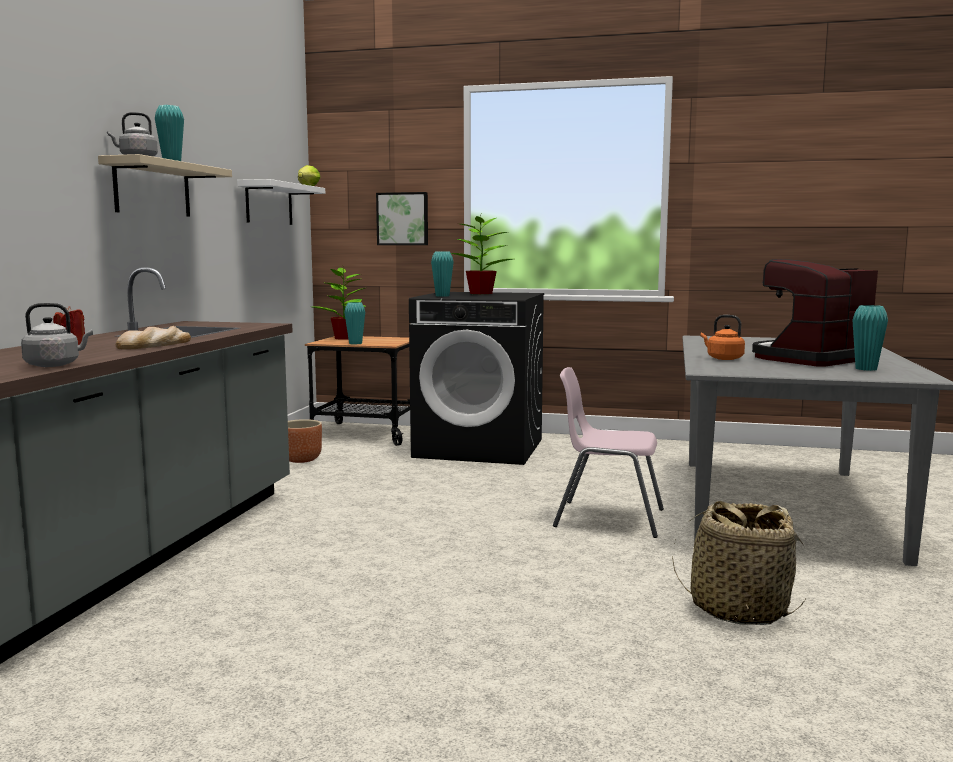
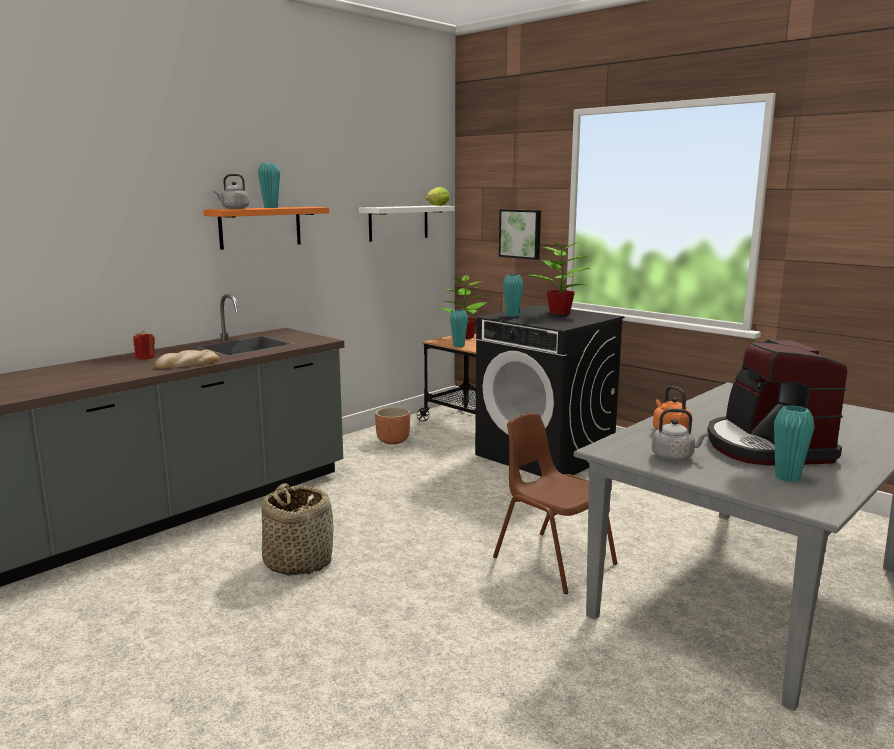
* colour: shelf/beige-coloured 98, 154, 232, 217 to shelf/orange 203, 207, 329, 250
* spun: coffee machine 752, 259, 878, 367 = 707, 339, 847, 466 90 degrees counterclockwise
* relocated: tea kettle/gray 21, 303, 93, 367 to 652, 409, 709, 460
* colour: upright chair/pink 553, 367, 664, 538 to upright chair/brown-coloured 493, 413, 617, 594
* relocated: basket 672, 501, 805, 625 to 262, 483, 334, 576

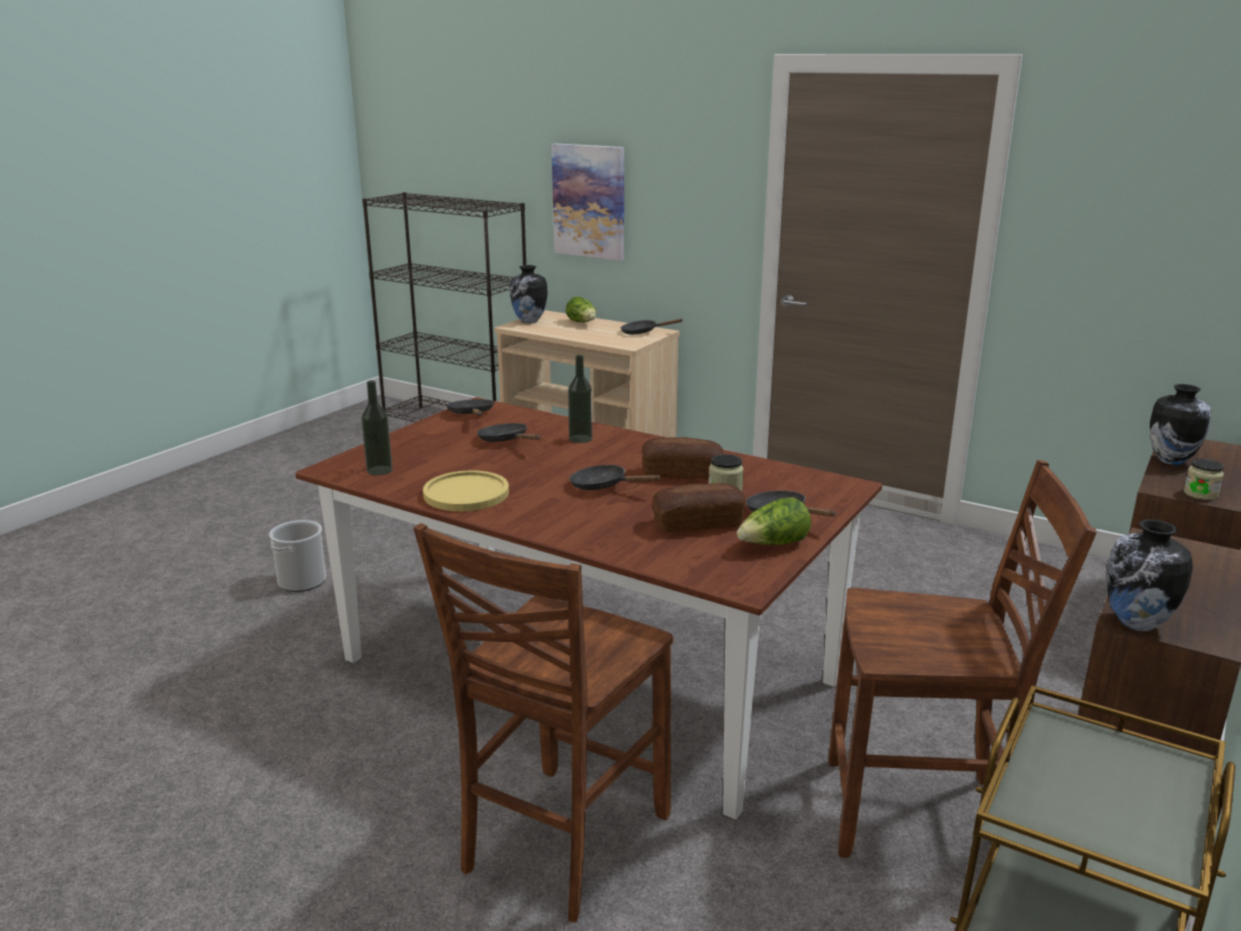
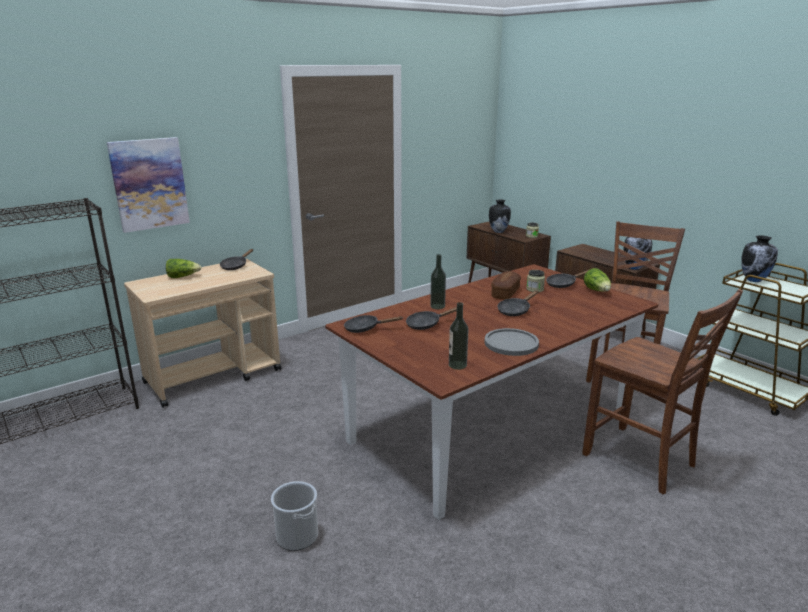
* relocated: vase 510, 265, 548, 323 to 741, 235, 778, 282
* colour: plate/yellow 423, 471, 509, 511 to plate/gray 484, 328, 539, 356
* missing: baked bread 652, 483, 745, 532

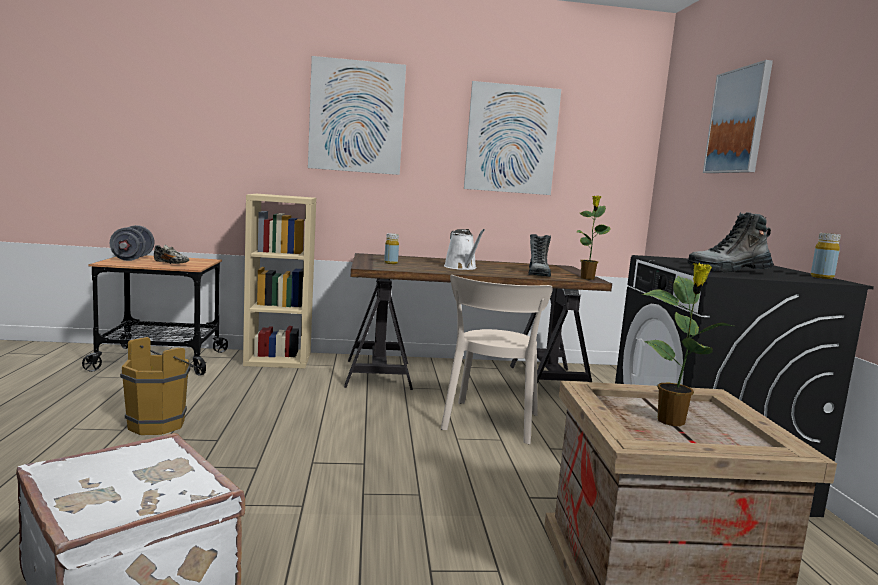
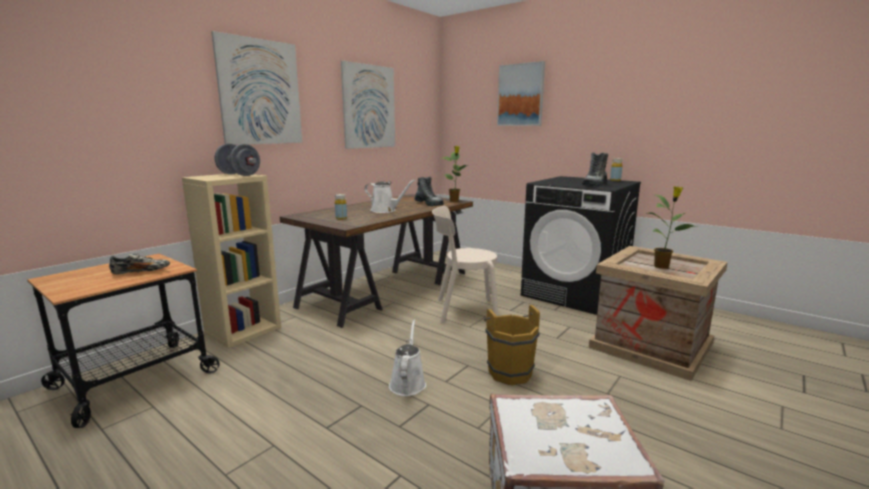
* relocated: dumbbell/gray 110, 225, 154, 261 to 215, 144, 260, 176
* spun: upright chair/beige-coloured 441, 275, 553, 444 = 432, 206, 499, 324 120 degrees clockwise
* relocated: pail/brown-coloured 120, 337, 196, 435 to 484, 305, 540, 385
* appeared: sprinkling can/white-coloured 389, 320, 426, 396

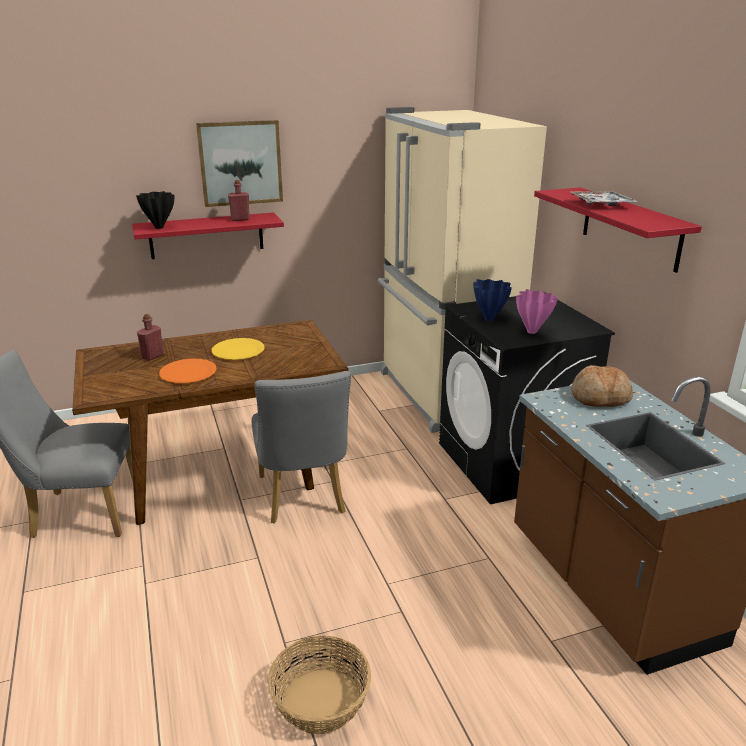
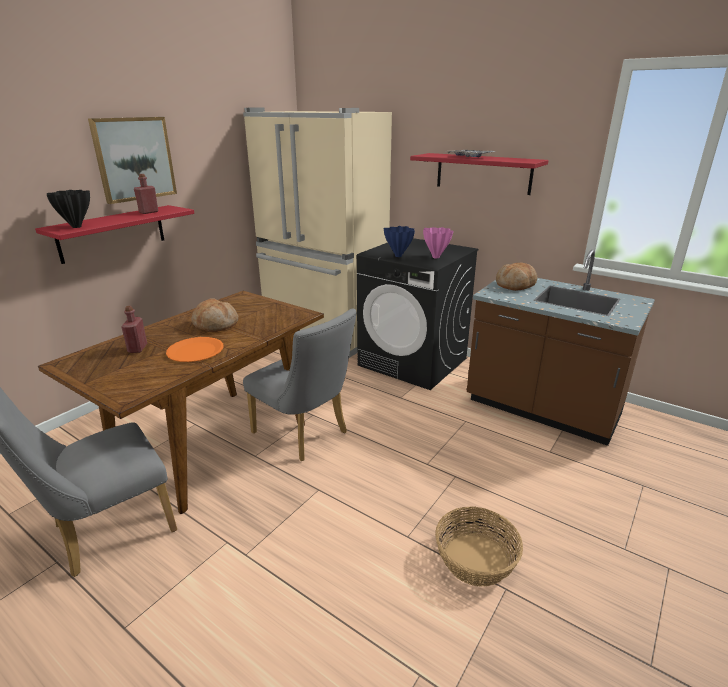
* exchanged: plate/yellow 212, 338, 265, 360 to baked bread 191, 299, 238, 332

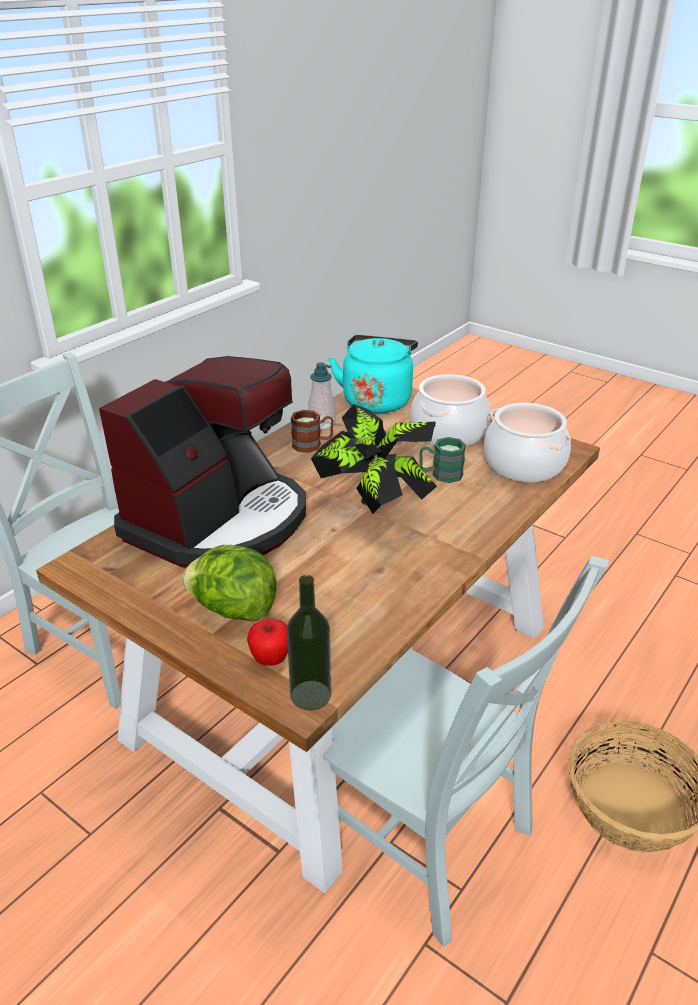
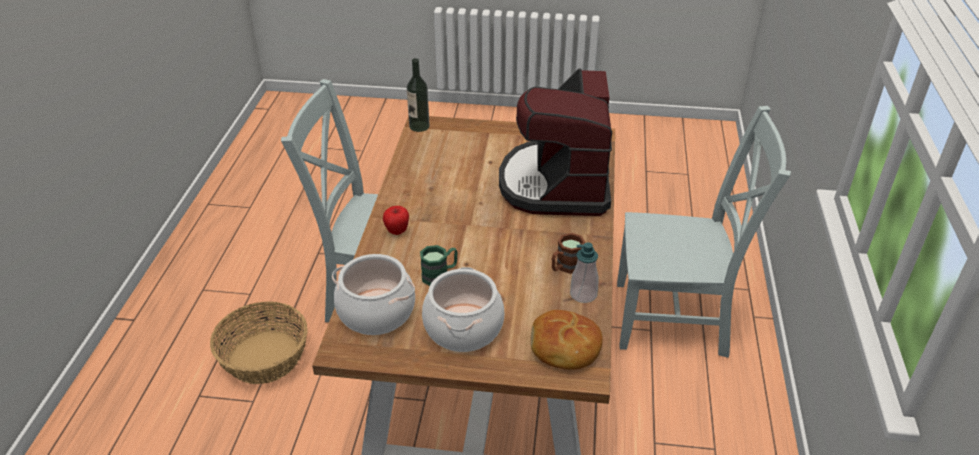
* exchanged: tea kettle/blue-green 329, 335, 418, 413 to baked bread 531, 310, 603, 370
* missing: houseplant 311, 404, 437, 514
* missing: lettuce 182, 545, 277, 622
* relocated: whole apple 247, 618, 288, 666 to 383, 206, 409, 235

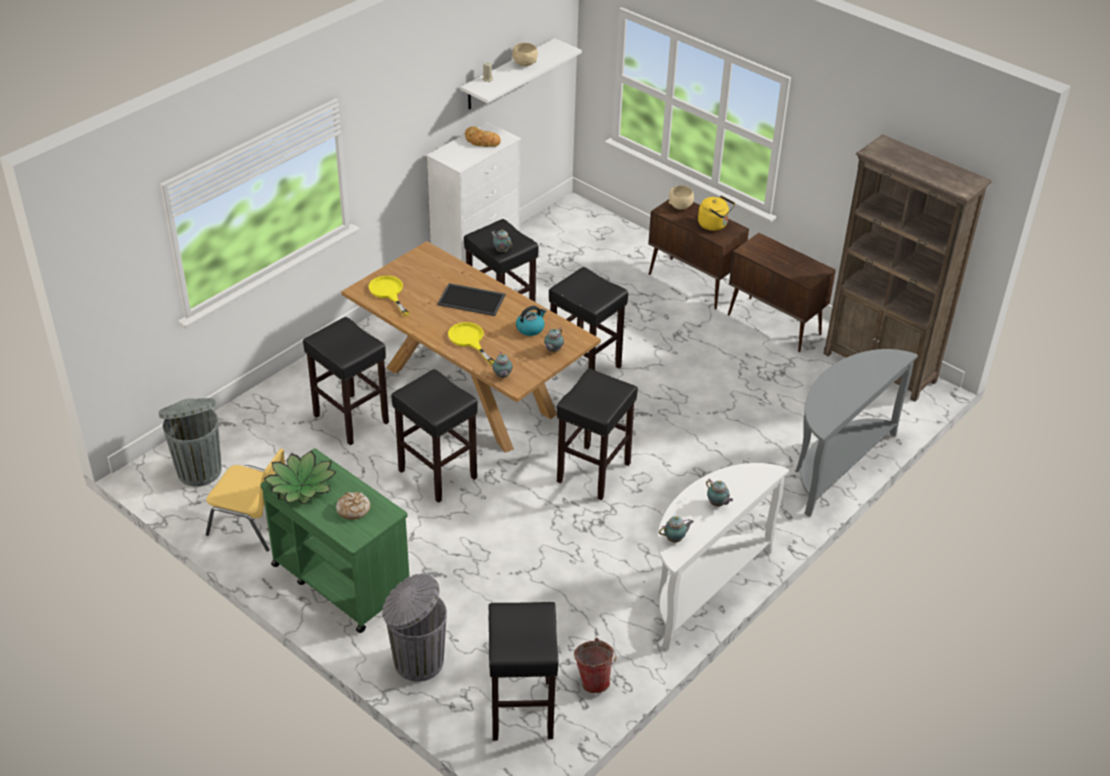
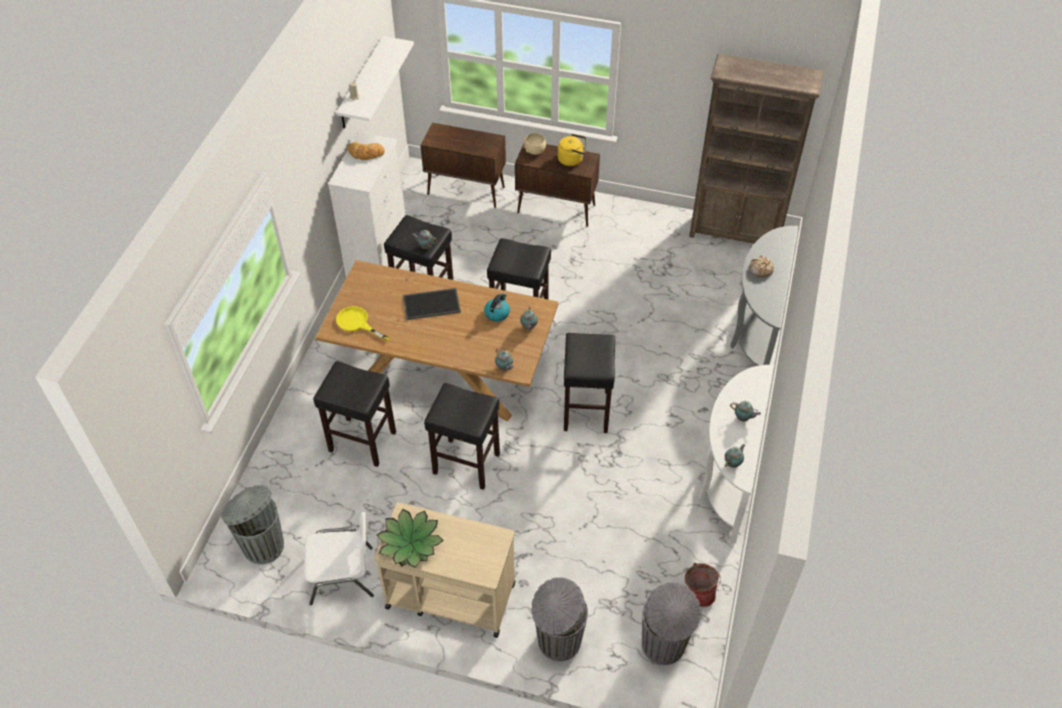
* missing: deep dish/beige-coloured 512, 43, 538, 66
* relocated: cabinet/brown-coloured 728, 233, 836, 352 to 420, 123, 506, 208
* missing: frying pan/yellow 448, 322, 494, 365
* colour: cart/greenish 260, 448, 409, 633 to cart/beige-coloured 374, 502, 515, 638
* colour: upright chair/yellow 206, 449, 285, 551 to upright chair/white-coloured 304, 512, 374, 605
* relocated: baked bread 336, 492, 370, 520 to 749, 256, 774, 277
* exchanged: sitting stool/blackish 489, 602, 559, 741 to waste bin/gray 642, 582, 701, 665

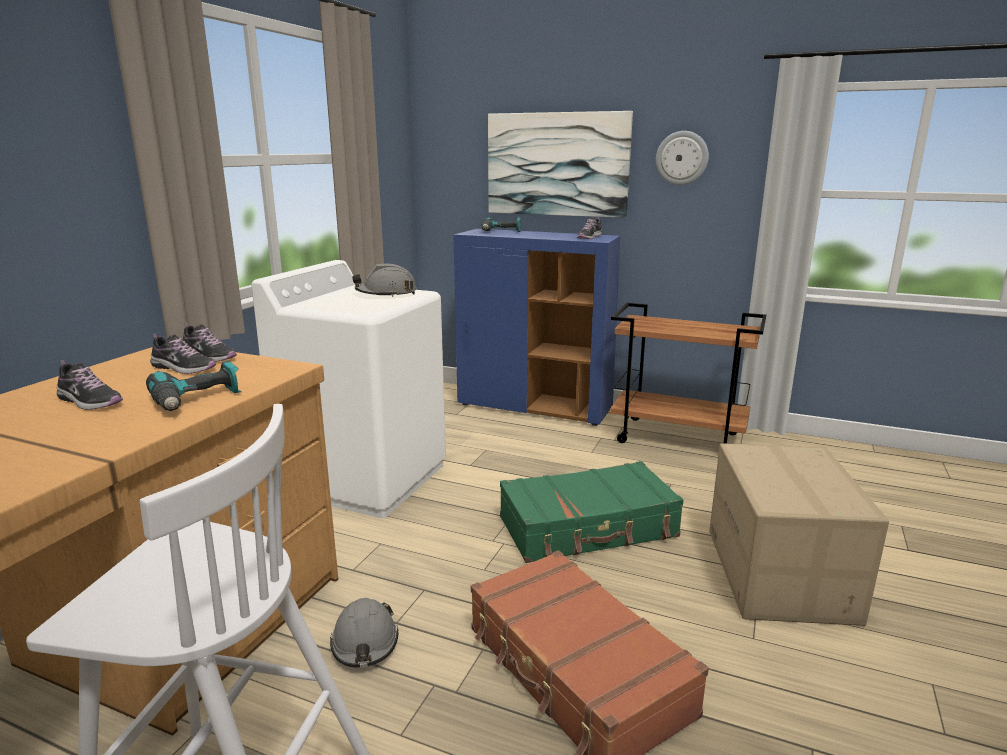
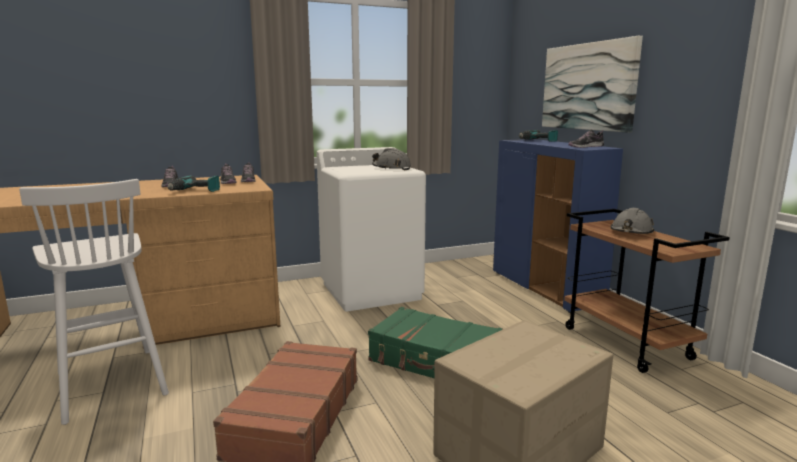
* missing: wall clock 656, 131, 709, 185
* relocated: safety helmet/gray 330, 598, 398, 667 to 610, 208, 654, 234

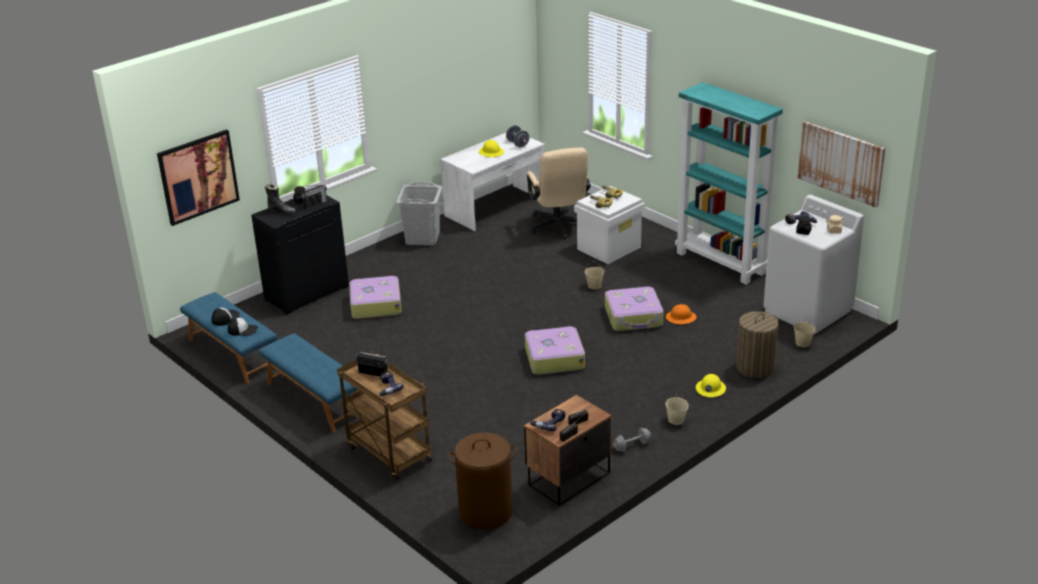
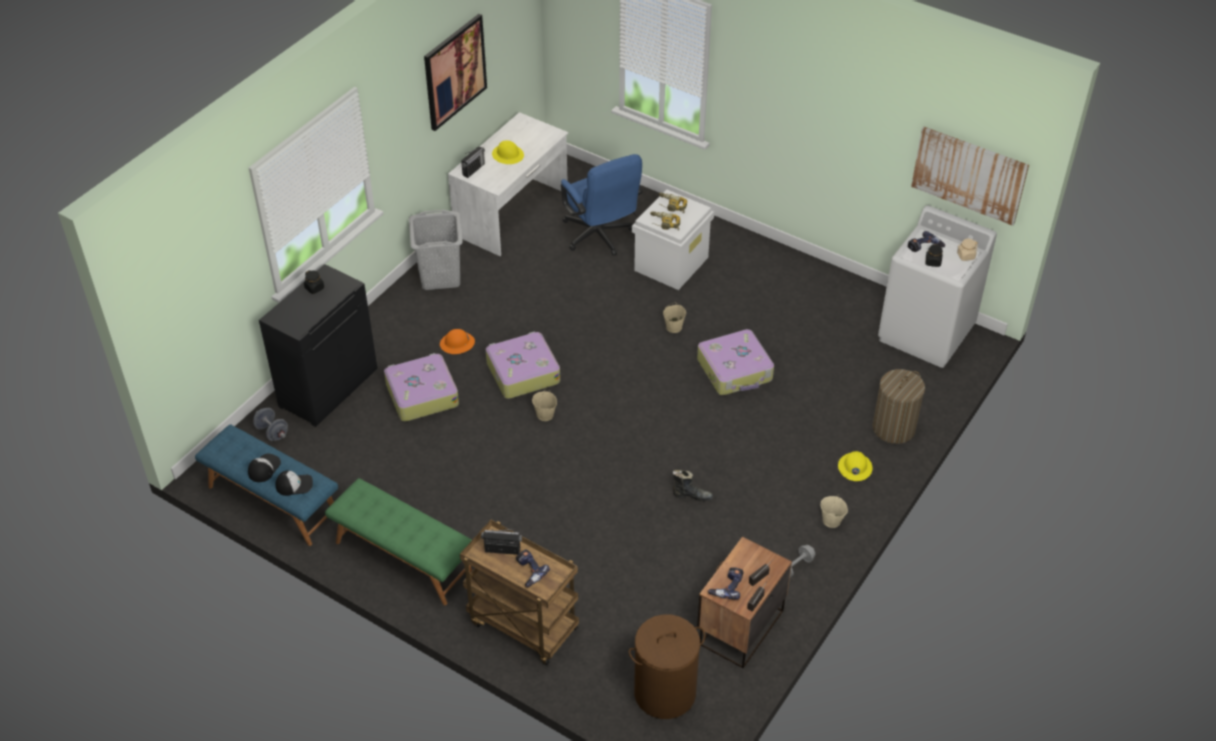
* missing: bookcase/blue-green 675, 82, 783, 285
* relocated: dumbbell/gray 506, 125, 529, 147 to 253, 408, 288, 441
* relocated: wall picture 157, 129, 240, 226 to 424, 14, 487, 131
* colour: office chair/beige-coloured 527, 148, 591, 239 to office chair/blue 561, 154, 643, 256
* relocated: tall boot/blackish 265, 184, 296, 214 to 673, 470, 713, 501
* relocated: radio 301, 185, 327, 209 to 461, 147, 485, 178
* relocated: safety helmet/orange 666, 304, 697, 324 to 440, 329, 475, 354
* relocated: pail/beige-coloured 794, 317, 815, 347 to 532, 389, 557, 421
* relocated: travel case 525, 326, 585, 375 to 486, 331, 560, 399
* colour: long seat/blue 259, 333, 359, 433 to long seat/greenish 325, 478, 472, 606

